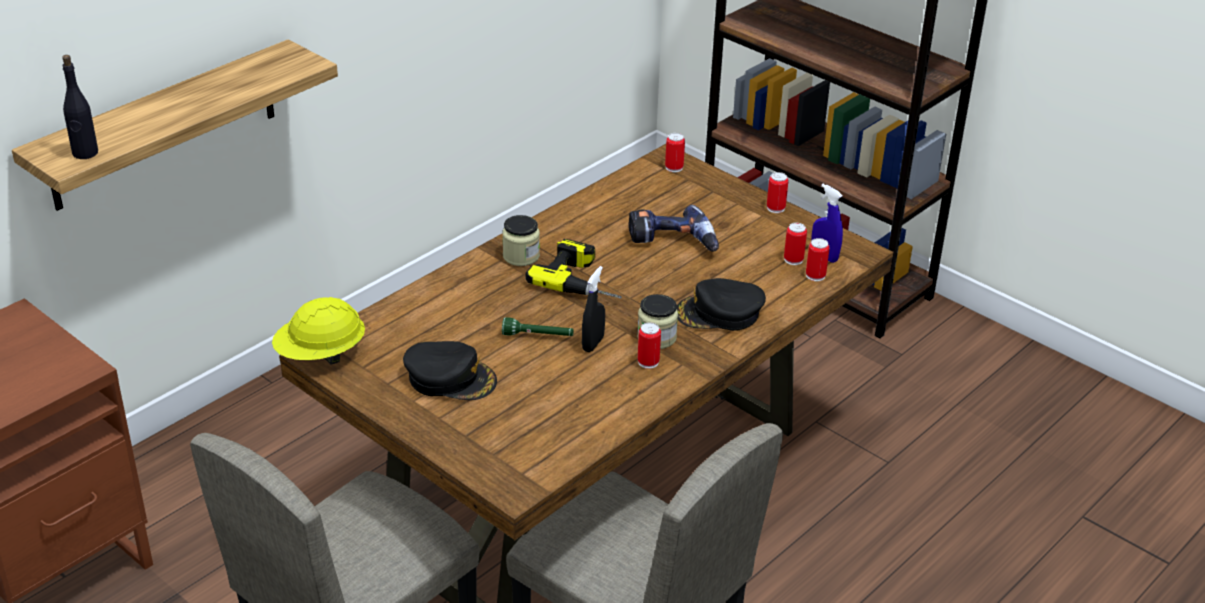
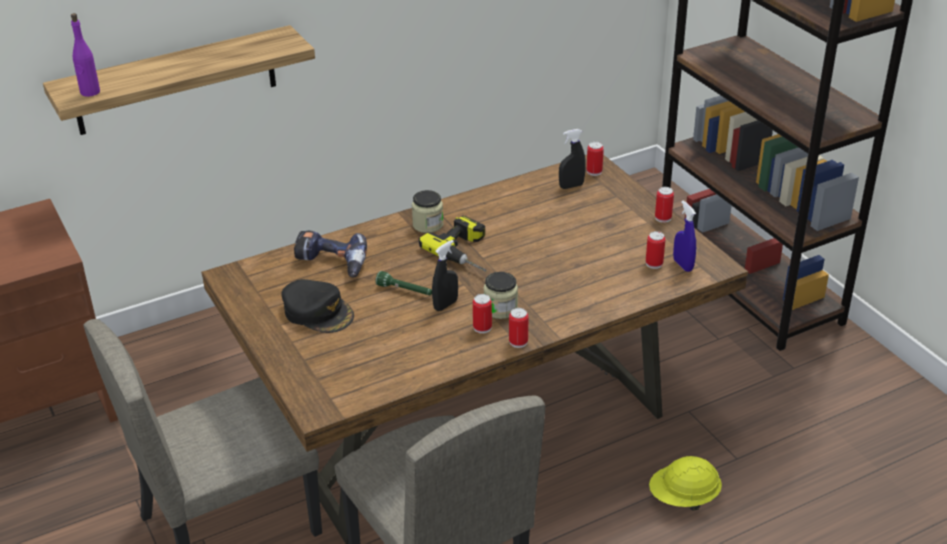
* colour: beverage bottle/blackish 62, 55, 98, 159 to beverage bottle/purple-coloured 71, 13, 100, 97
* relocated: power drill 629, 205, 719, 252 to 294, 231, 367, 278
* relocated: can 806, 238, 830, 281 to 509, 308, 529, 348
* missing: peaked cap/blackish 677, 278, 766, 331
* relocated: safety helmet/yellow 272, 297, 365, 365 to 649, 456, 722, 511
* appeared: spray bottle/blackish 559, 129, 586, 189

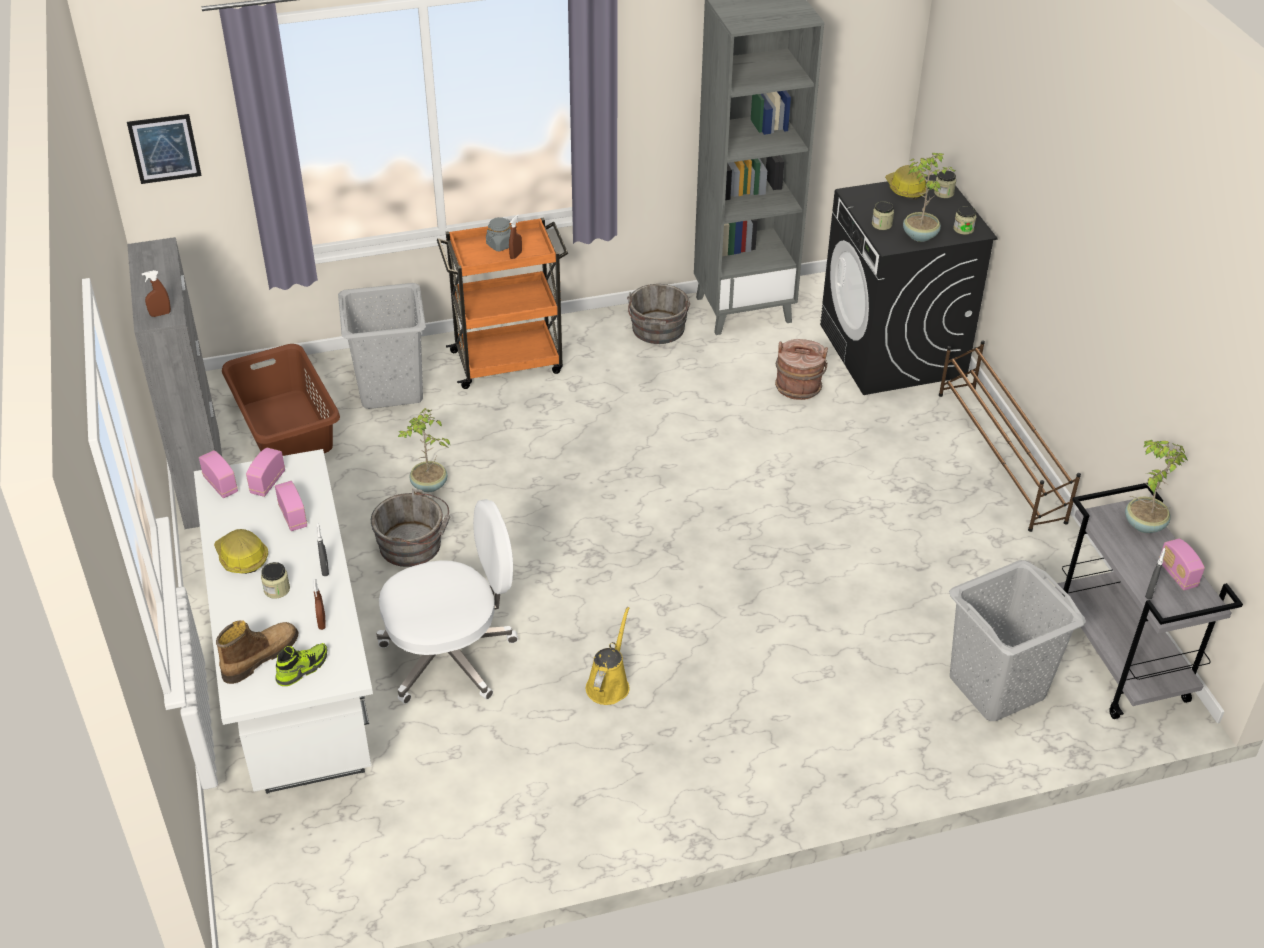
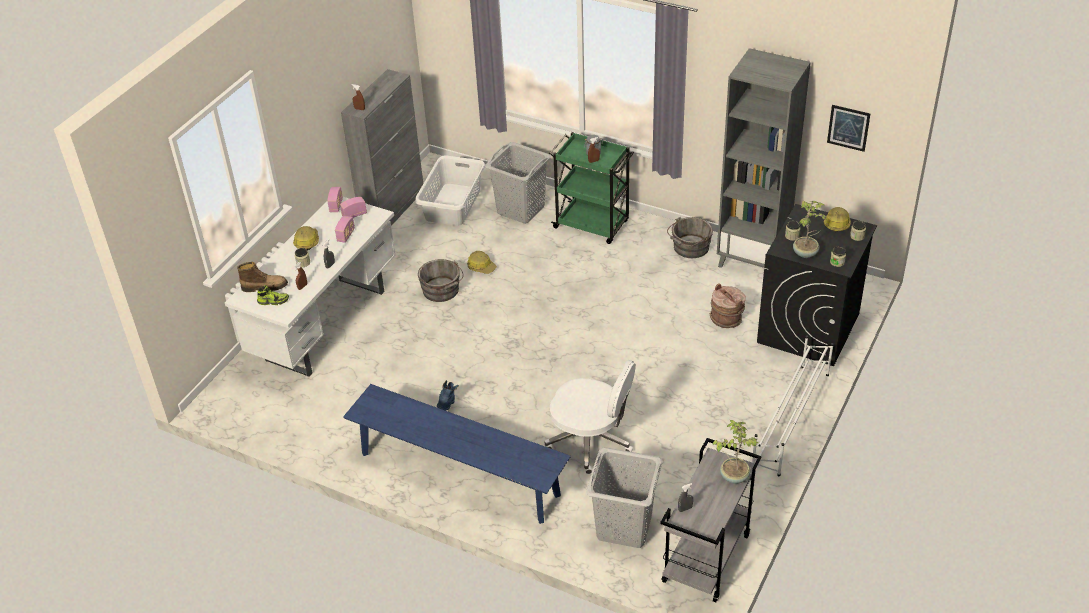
* relocated: wall picture 127, 114, 202, 184 to 827, 105, 870, 152
* colour: cart/orange 437, 218, 568, 389 to cart/greenish 549, 132, 634, 244
* colour: shoe rack/brown-coloured 939, 340, 1081, 532 to shoe rack/white-coloured 752, 336, 834, 476
* colour: hamper/brown-coloured 222, 344, 340, 456 to hamper/white-coloured 415, 155, 485, 226
* exchanged: houseplant 398, 408, 450, 492 to safety helmet 467, 251, 497, 274
* relocated: office chair/white-coloured 377, 499, 518, 704 to 545, 360, 636, 474
* missing: radio 1159, 538, 1205, 590
* exchanged: sprinkling can/yellow 586, 607, 630, 705 to tall boot/blue 437, 380, 459, 411
* appeared: long seat/blue 343, 384, 571, 524

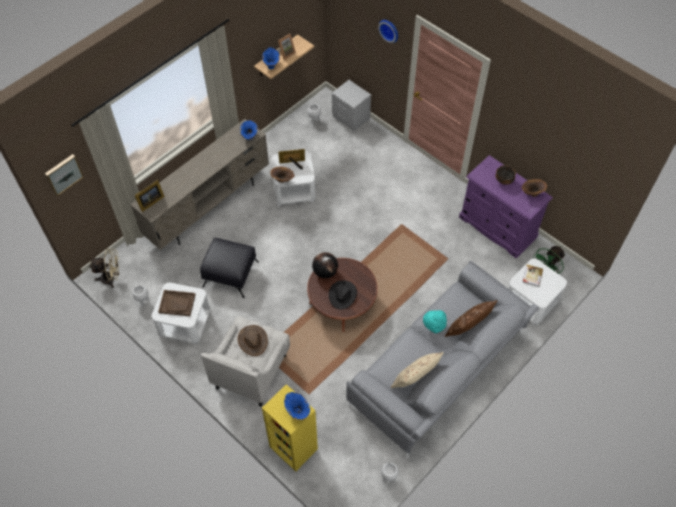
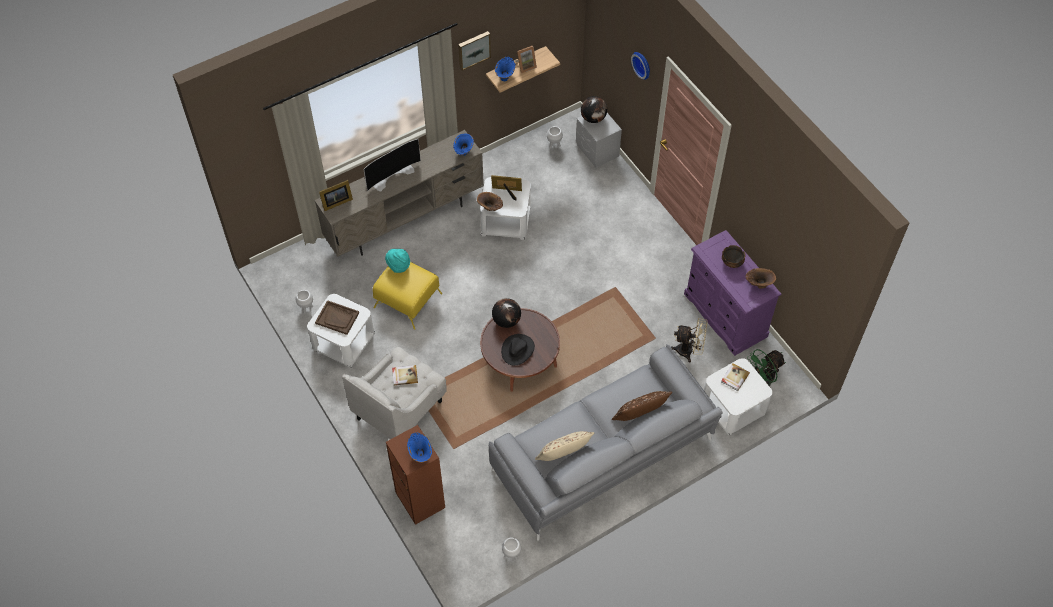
* relocated: wall picture 45, 154, 84, 196 to 458, 31, 491, 71
* colour: pouffe/blackish 200, 238, 259, 298 to pouffe/yellow 373, 262, 442, 330
* relocated: electric fan/beige-coloured 89, 249, 120, 288 to 671, 318, 707, 362
* relocated: clothing hat/blue-green 423, 310, 447, 333 to 385, 249, 410, 273
* exchanged: clothing hat/brown-coloured 238, 325, 268, 356 to bound book 392, 365, 418, 386
* colour: bookcase/yellow 262, 384, 318, 472 to bookcase/brown-coloured 386, 425, 445, 525
* appeared: world globe 581, 96, 607, 123
* appeared: TV 364, 139, 421, 191

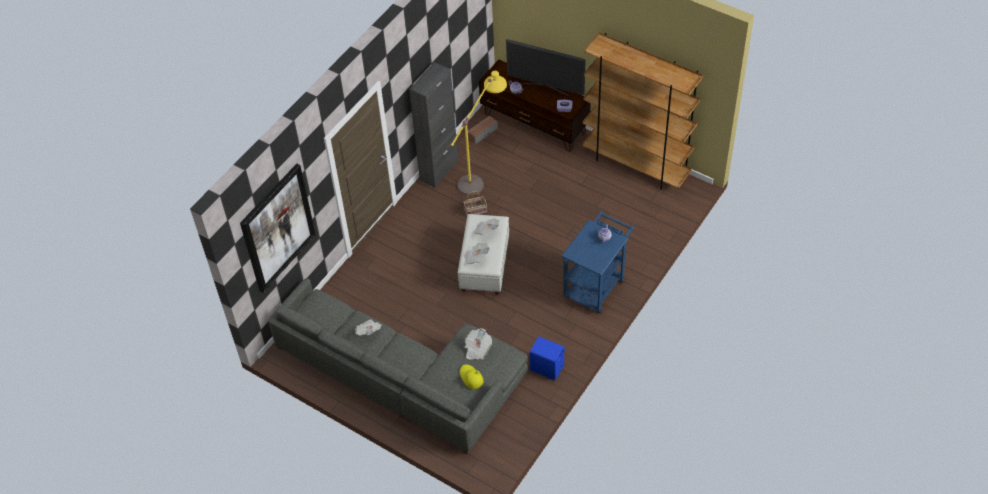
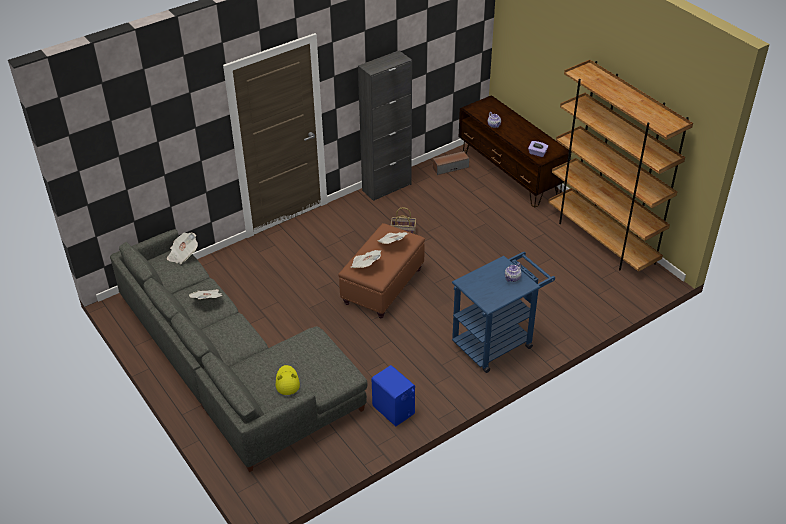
* missing: TV 506, 39, 586, 96
* missing: standing lamp/yellow 451, 71, 507, 196
* missing: wall picture 240, 164, 316, 293
* colour: pouffe/white-coloured 458, 214, 509, 295 to pouffe/brown-coloured 338, 223, 425, 318
* relocated: printed paper 465, 328, 492, 359 to 167, 233, 198, 264

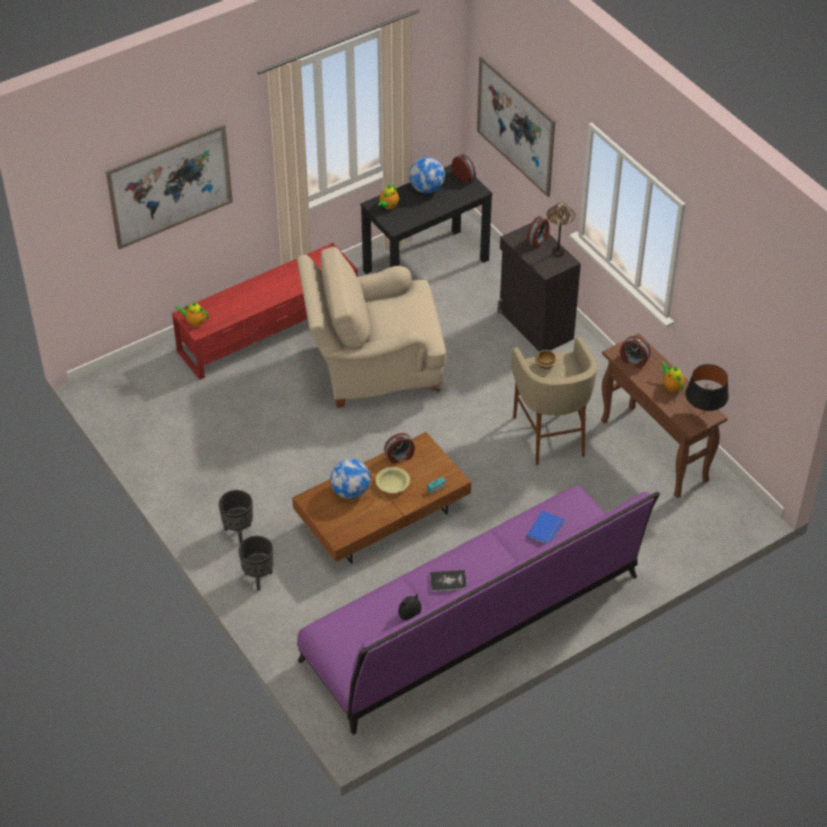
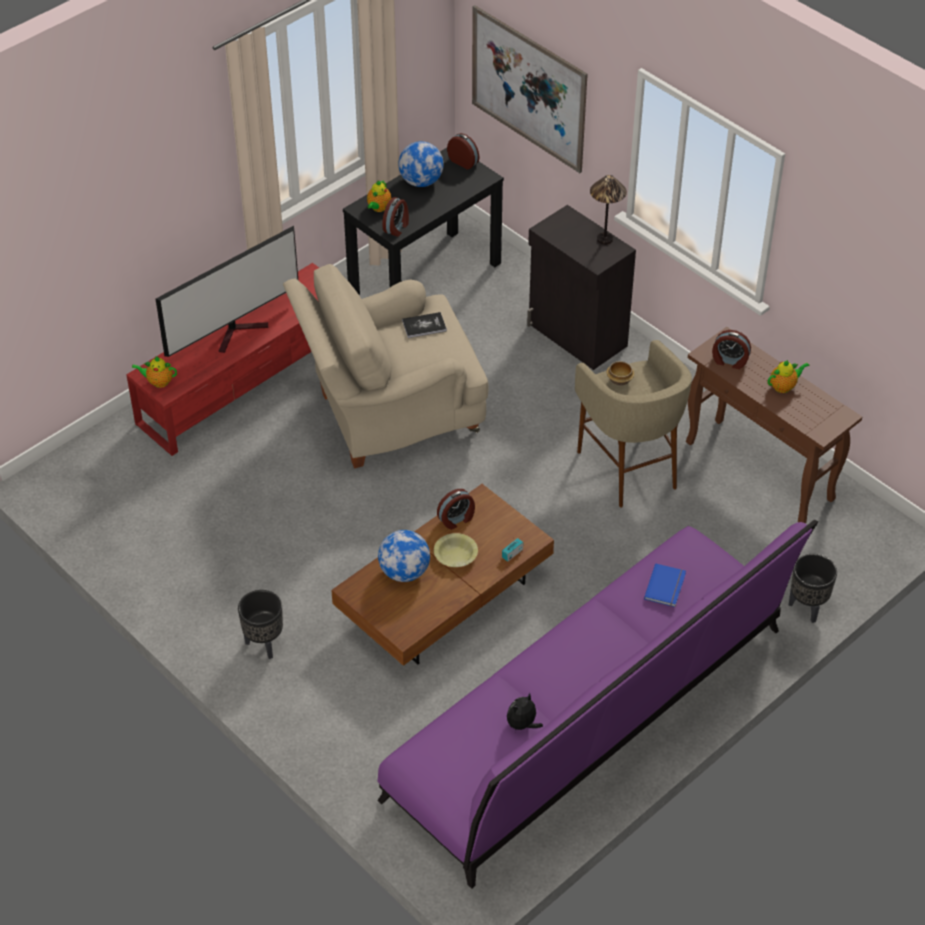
* missing: wall picture 106, 124, 233, 249
* relocated: table clock 527, 216, 550, 248 to 382, 197, 409, 237
* spun: teapot 661, 362, 685, 392 = 768, 360, 810, 393 105 degrees clockwise
* missing: tabletop lamp/blackish 685, 364, 729, 414
* relocated: flower pot/blackish 238, 536, 273, 591 to 789, 554, 837, 623
* relocated: bound book 430, 570, 467, 592 to 402, 312, 447, 338
* appeared: TV 156, 226, 298, 357

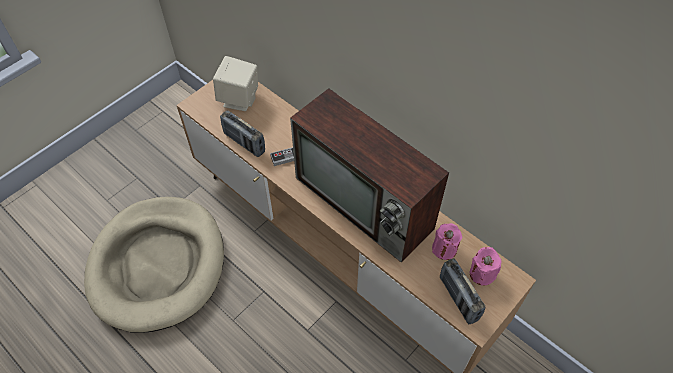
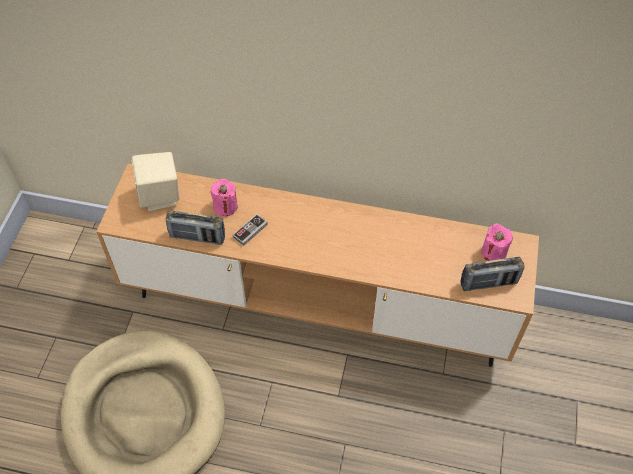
* missing: TV 290, 88, 449, 263
* relocated: wax candle/pink 432, 223, 462, 260 to 210, 179, 238, 216
* spun: radio 440, 259, 485, 324 = 461, 257, 525, 291 45 degrees counterclockwise

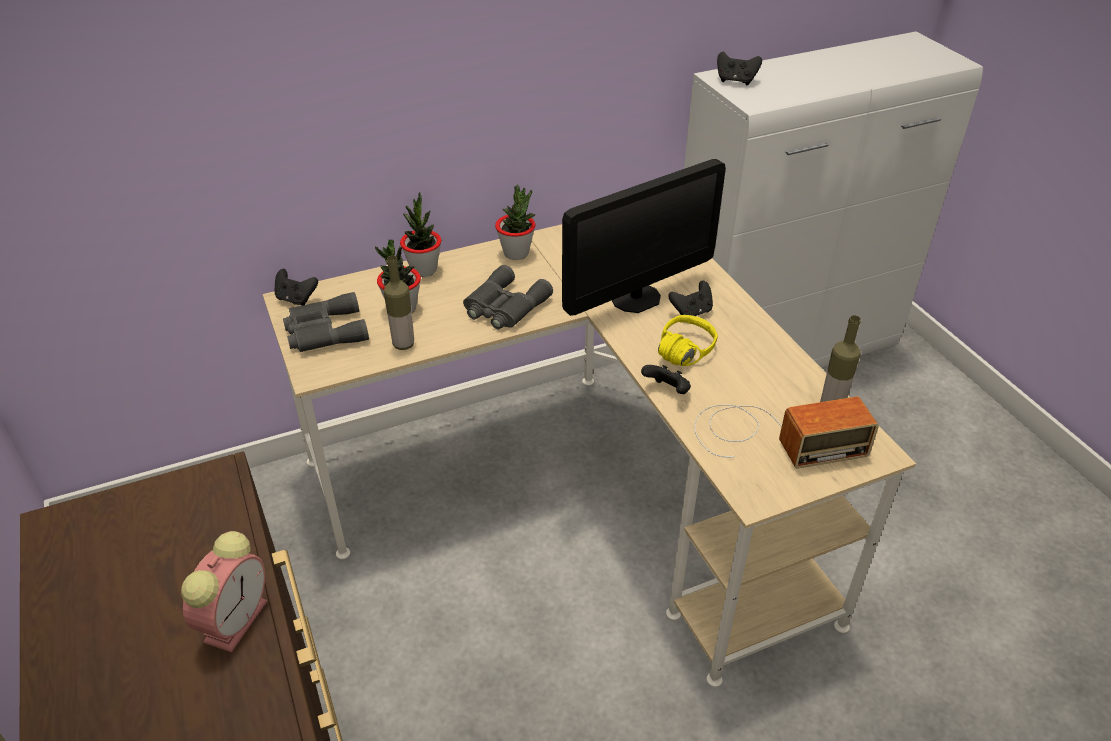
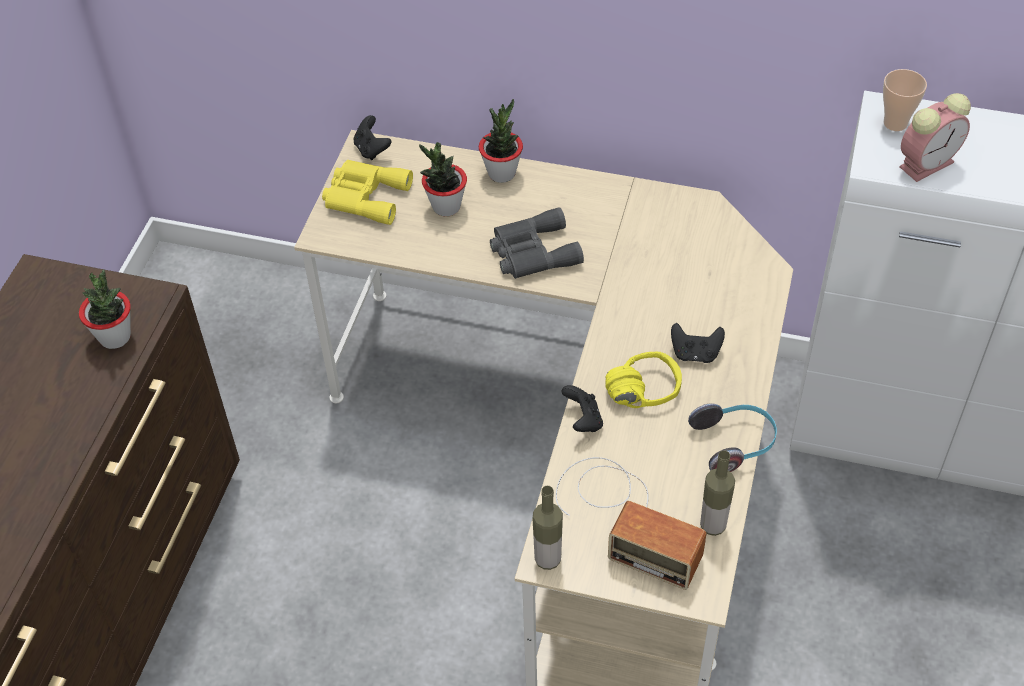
* exchanged: game controller/blackish 717, 51, 762, 85 to cup 883, 69, 927, 131
* missing: monitor 562, 159, 726, 316
* relocated: houseplant 495, 185, 536, 260 to 79, 270, 131, 349
* relocated: beverage bottle 384, 255, 414, 350 to 533, 486, 563, 570
* colour: binoculars/gray 283, 292, 369, 352 to binoculars/yellow 322, 160, 413, 225
* relocated: table clock 181, 531, 267, 653 to 899, 93, 971, 182
* appeared: pair of headphones 688, 403, 777, 472

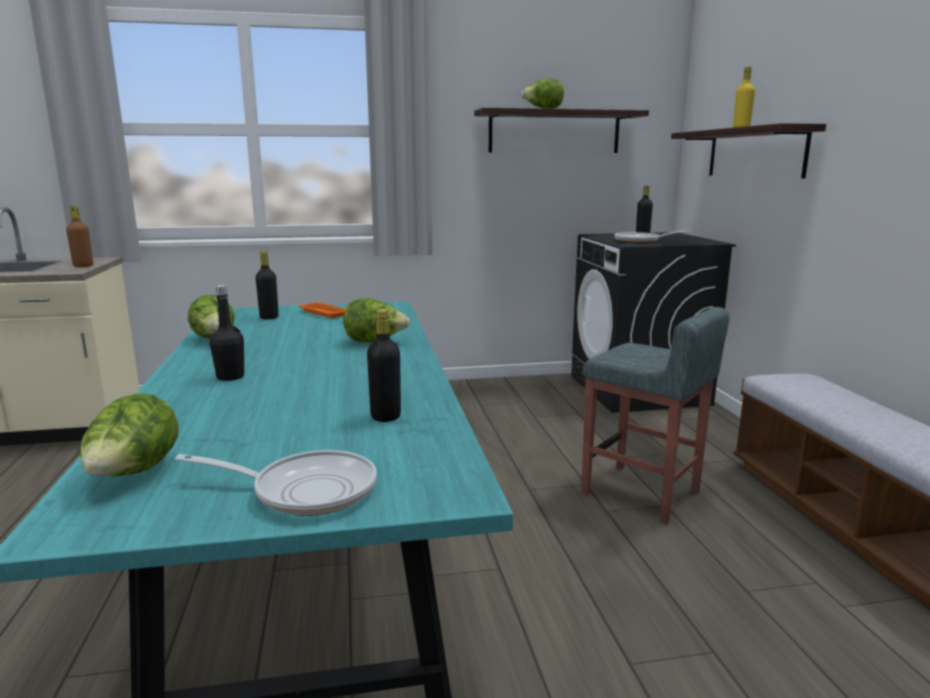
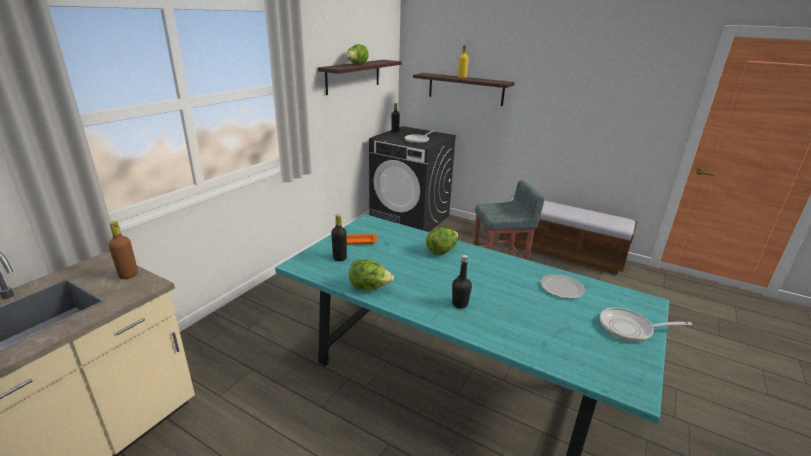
* exchanged: beverage bottle/blackish 367, 309, 401, 422 to plate 540, 274, 586, 299
* missing: lettuce 80, 393, 179, 476
* spun: frying pan 175, 450, 377, 516 = 600, 308, 692, 341 135 degrees counterclockwise

